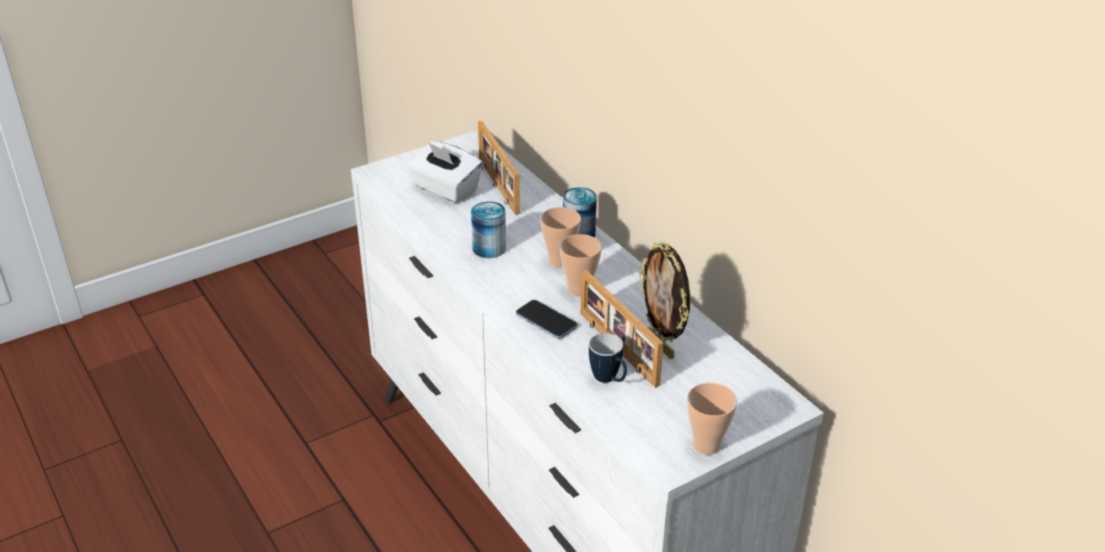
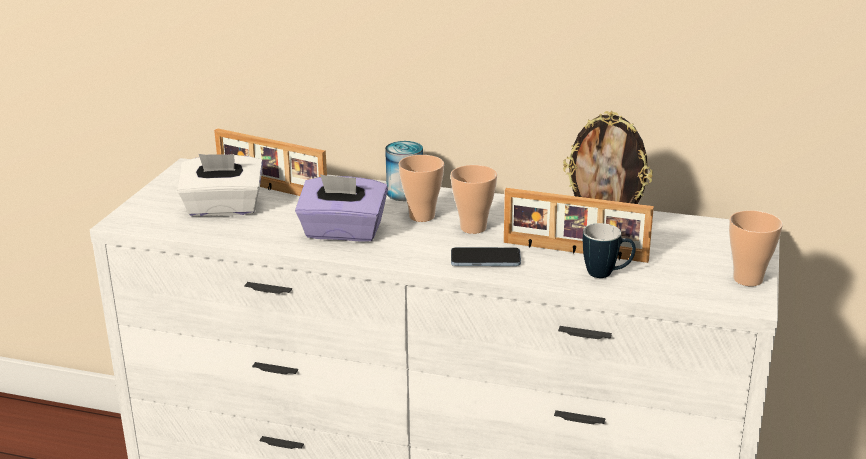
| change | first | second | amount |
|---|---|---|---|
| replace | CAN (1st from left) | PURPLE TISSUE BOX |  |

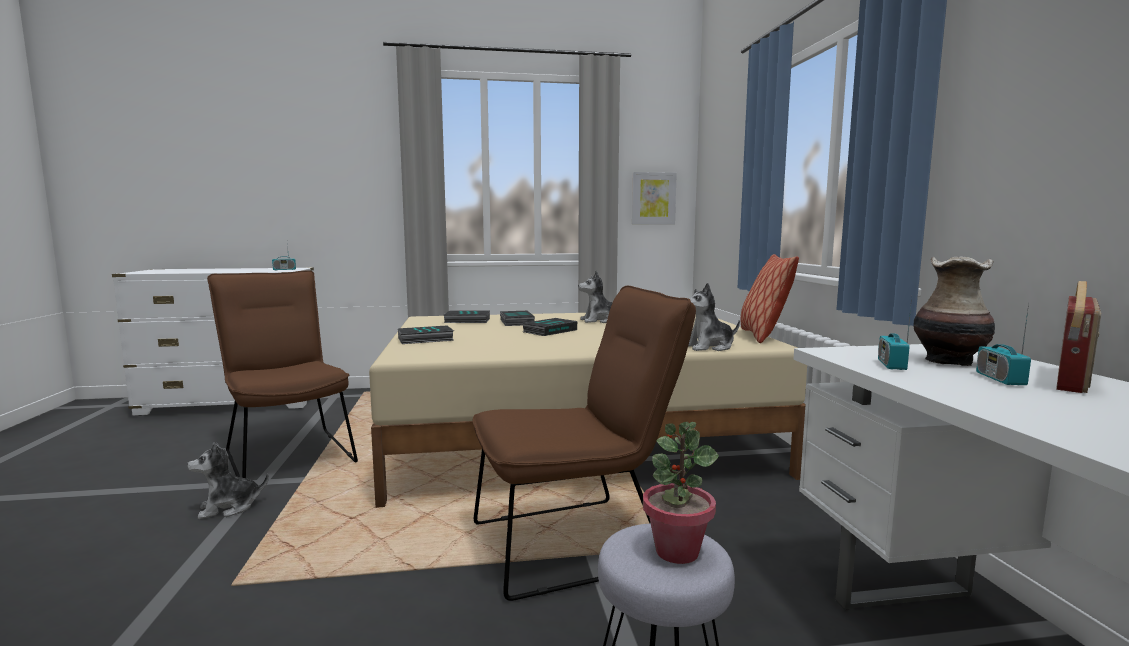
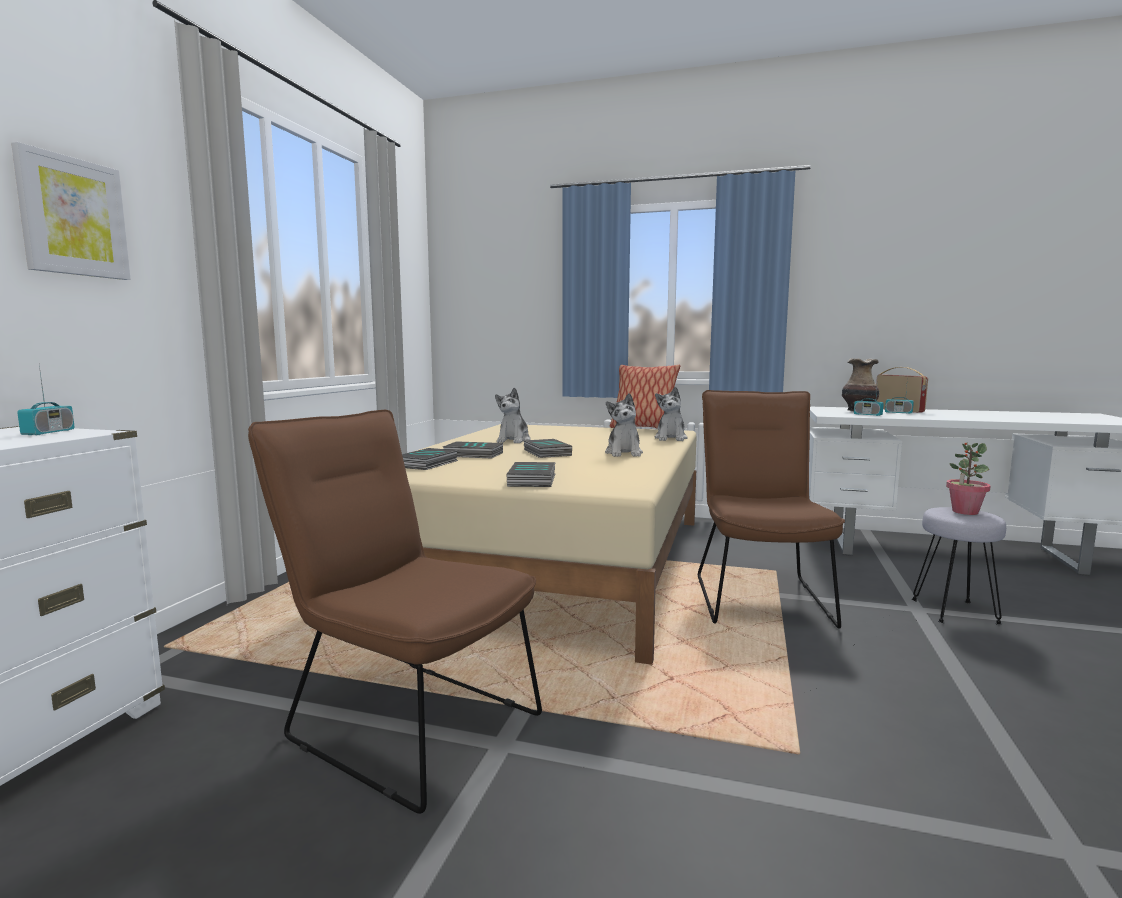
| change | first | second | amount |
|---|---|---|---|
| move | PLUSH TOY (1st from left in the first image) | PLUSH TOY (2nd from left) |  |
| move | PICTURE |  |  |
| rotate | BROWN CHAIR (1st from left) |  | 45 degrees clockwise |

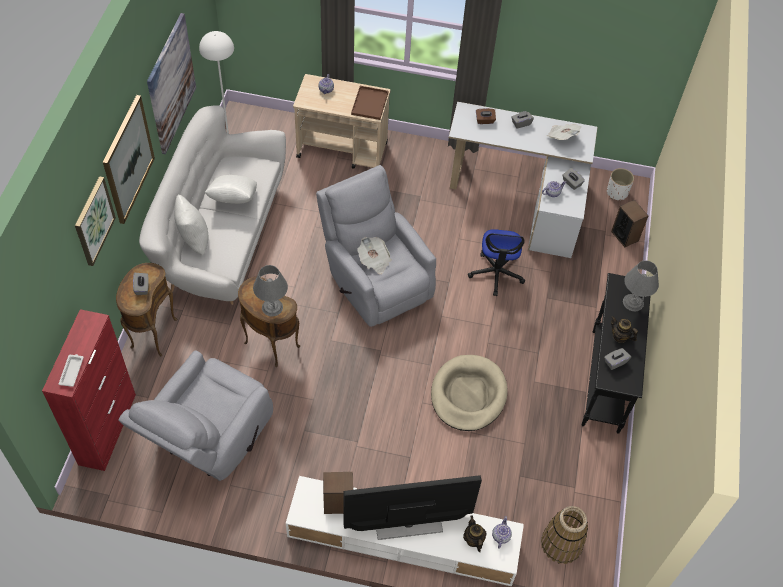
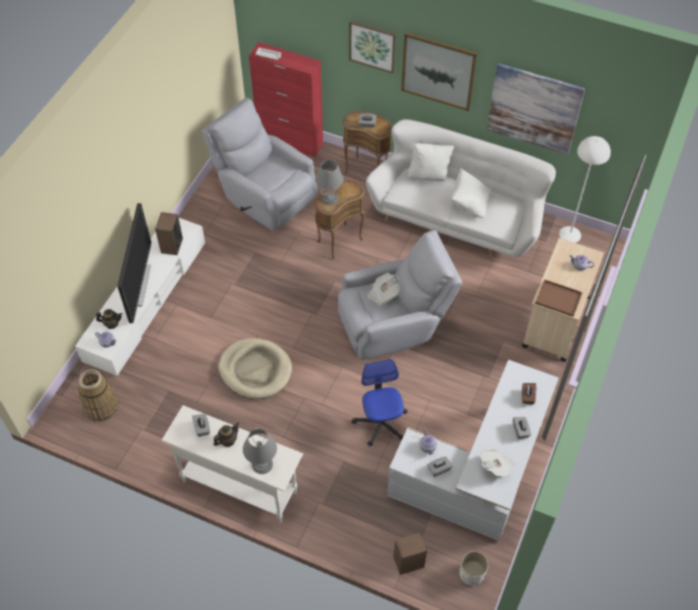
| change | first | second | amount |
|---|---|---|---|
| recolor | BLACK CONSOLE TABLE | WHITE CONSOLE TABLE |  |
| rotate | OFFICE CHAIR |  | 60 degrees clockwise |

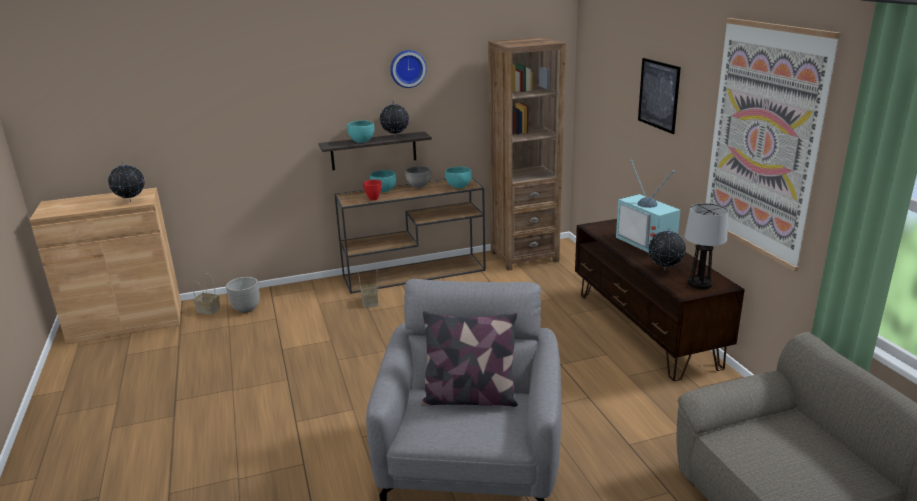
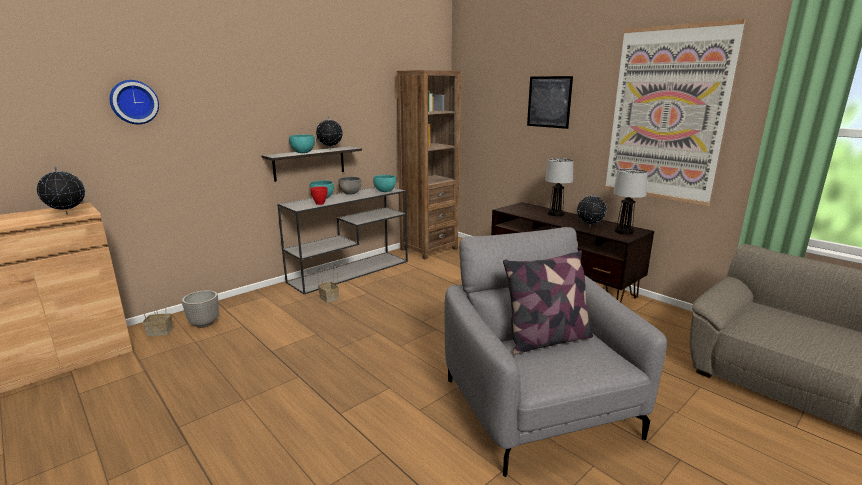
| change | first | second | amount |
|---|---|---|---|
| move | WALL CLOCK |  |  |
| replace | TELEVISION | TABLE LAMP (1st from left) |  |
| recolor | BROWN CONSOLE TABLE | GREY CONSOLE TABLE |  |

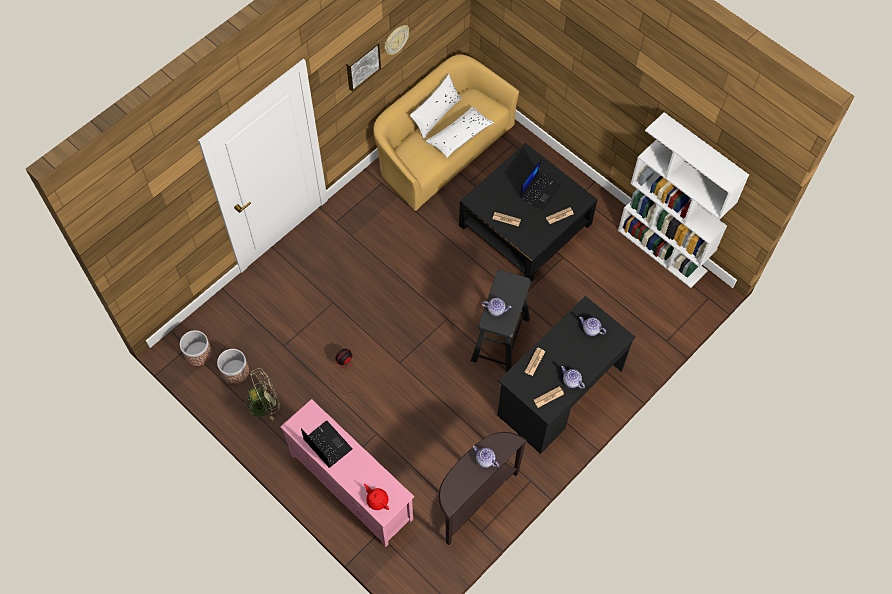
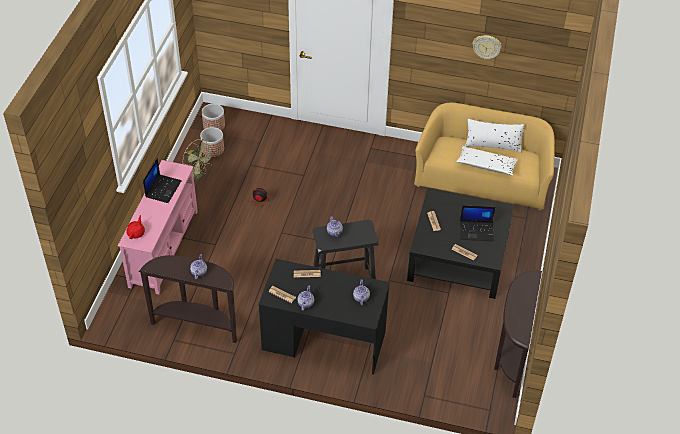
| change | first | second | amount |
|---|---|---|---|
| delete | PICTURE |  |  |
| replace | WHITE BOOKCASE | BROWN CONSOLE TABLE (2nd from left) |  |

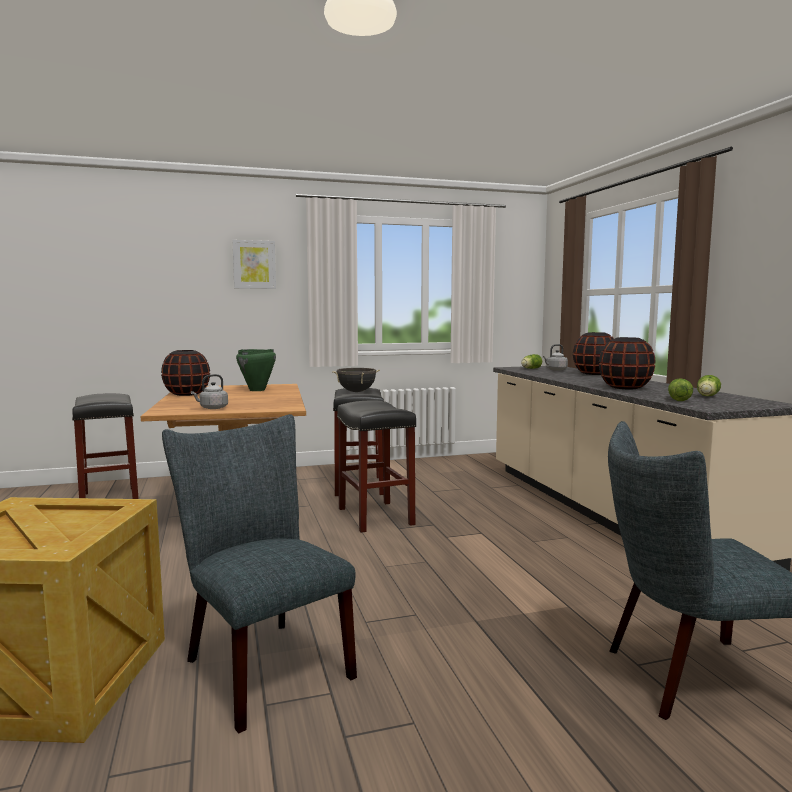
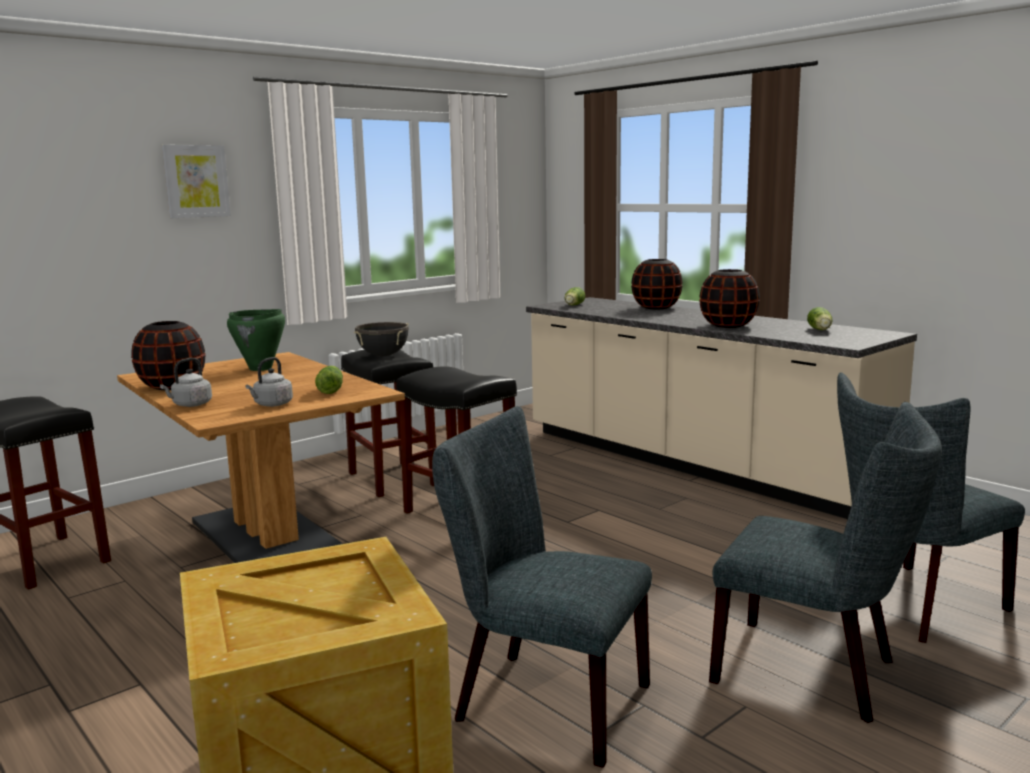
| change | first | second | amount |
|---|---|---|---|
| insert |  | GREY CHAIR (2nd from left) |  |
| move | GREY KETTLE (2nd from left in the first image) | GREY KETTLE (1st from left) |  |
| move | LETTUCE (2nd from left in the first image) | LETTUCE (1st from left) |  |

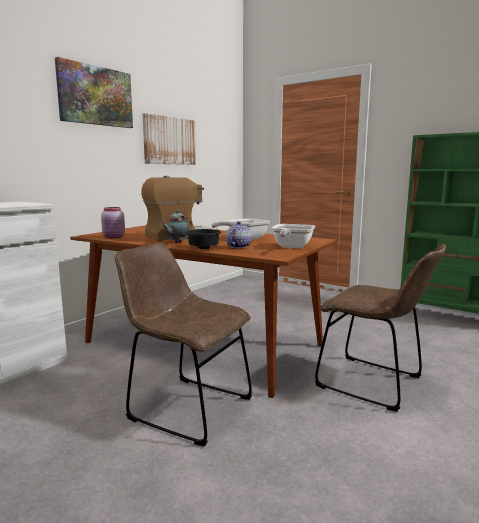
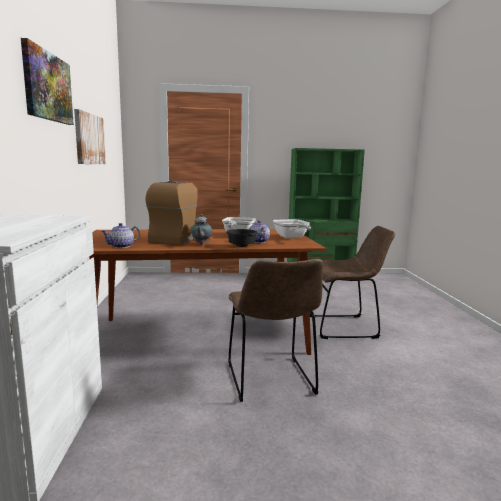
| change | first | second | amount |
|---|---|---|---|
| replace | PINK JAR | TEAPOT (1st from left) |  |
| rotate | BROWN CHAIR (1st from left) |  | 90 degrees counterclockwise |

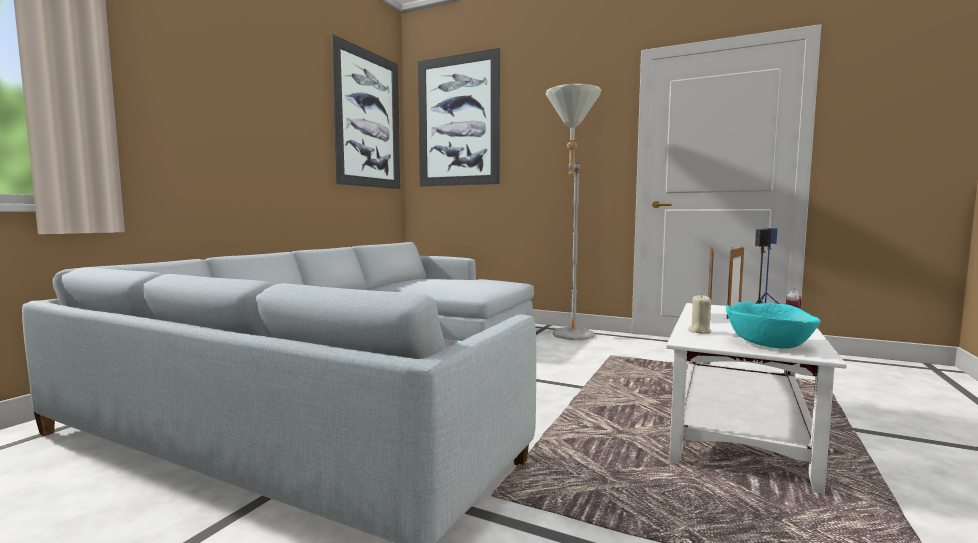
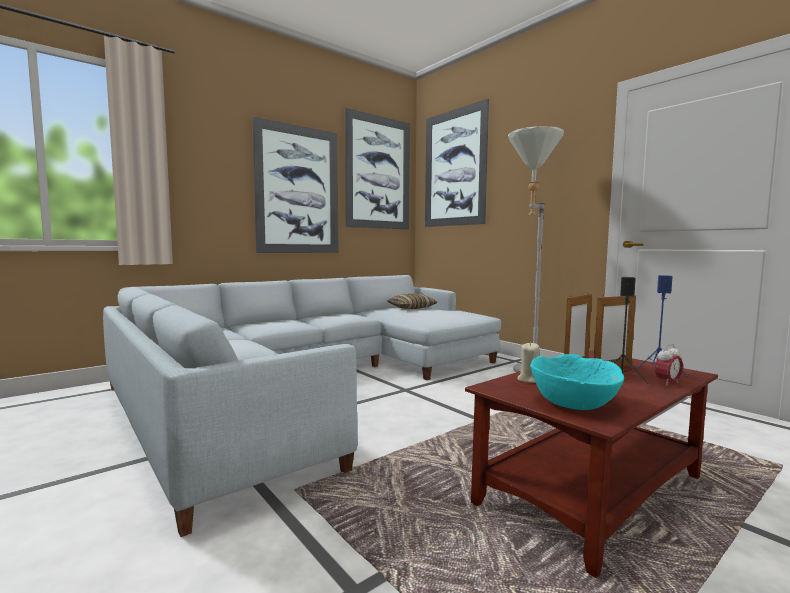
| change | first | second | amount |
|---|---|---|---|
| insert |  | PICTURE (1st from left) |  |
| insert |  | PILLOW |  |
| recolor | WHITE COFFEE TABLE | BROWN COFFEE TABLE |  |

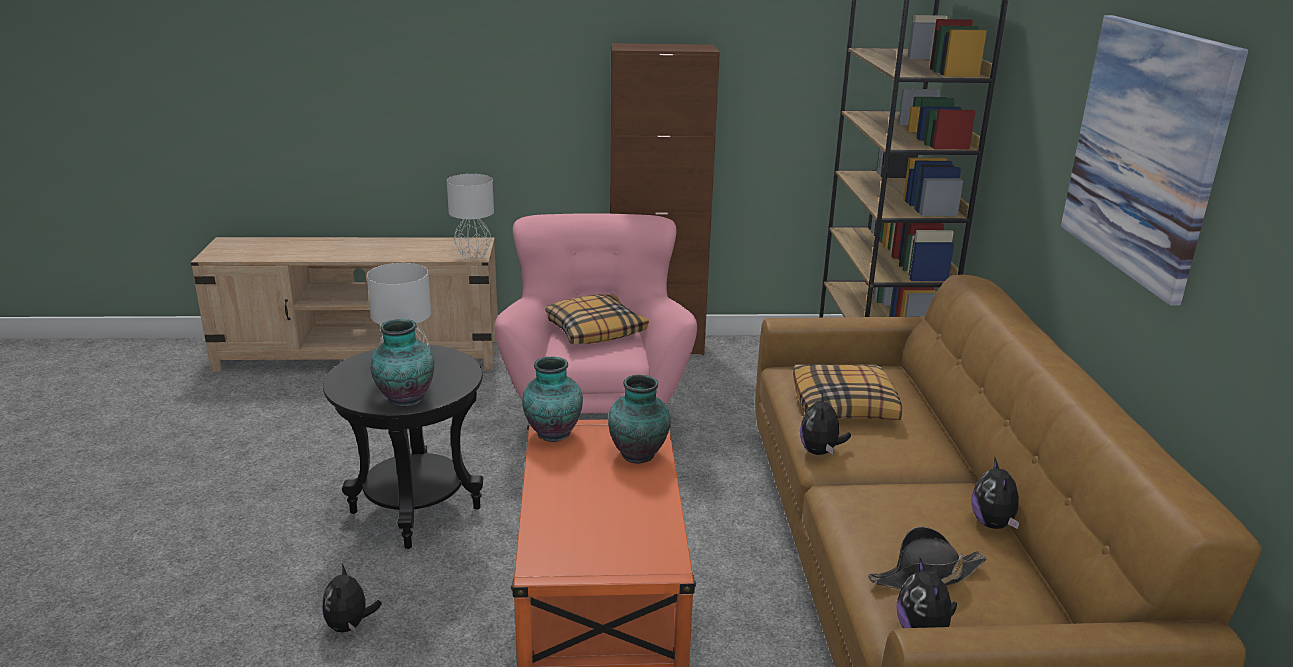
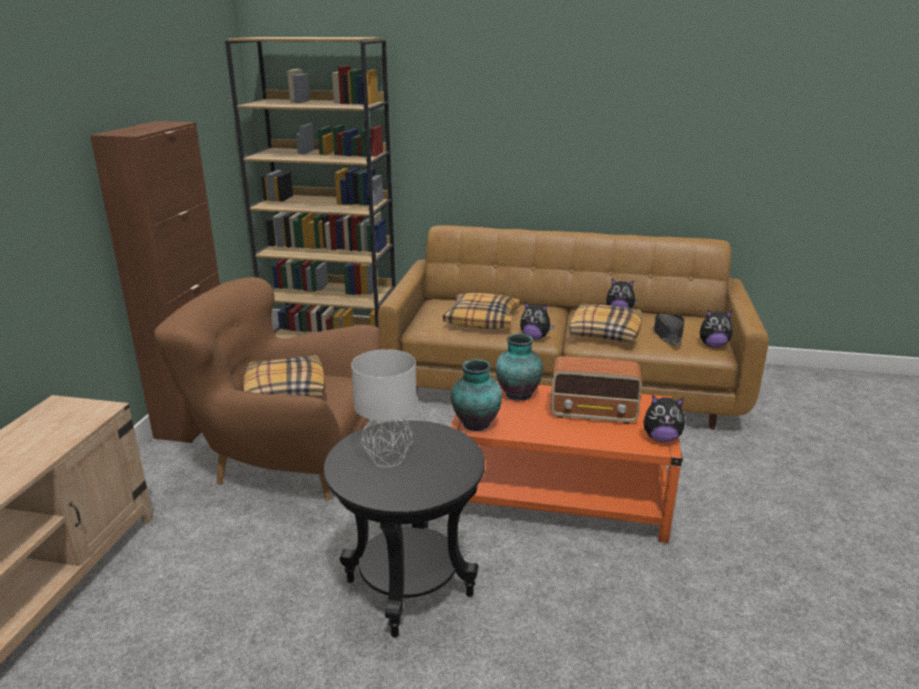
| change | first | second | amount |
|---|---|---|---|
| delete | VASE (1st from left) |  |  |
| delete | GREY TABLE LAMP (2nd from left) |  |  |
| delete | PICTURE |  |  |
| insert |  | RADIO |  |
| insert |  | PILLOW (3rd from left) |  |
| move | PLUSH TOY (1st from left in the first image) | PLUSH TOY (3rd from left) |  |
| recolor | PINK ARMCHAIR | BROWN ARMCHAIR |  |

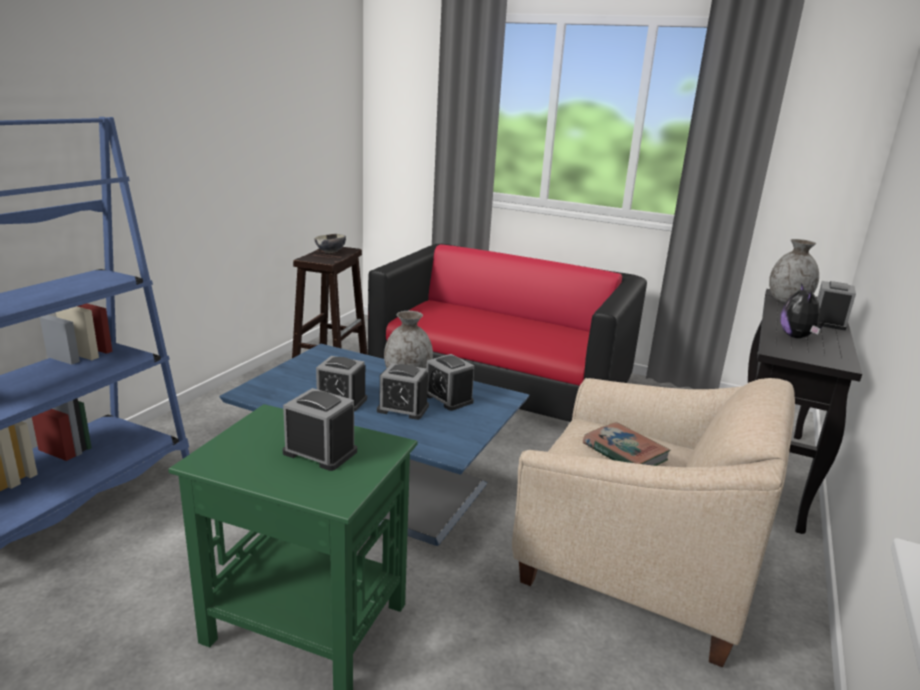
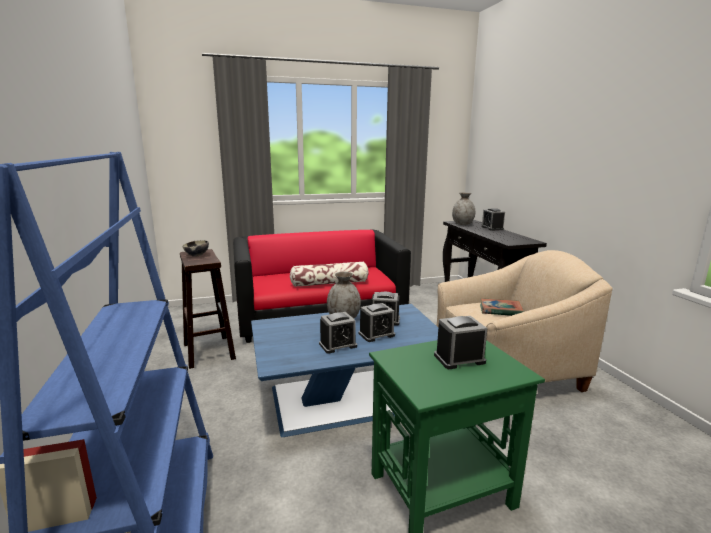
| change | first | second | amount |
|---|---|---|---|
| delete | PLUSH TOY |  |  |
| insert |  | PILLOW |  |

